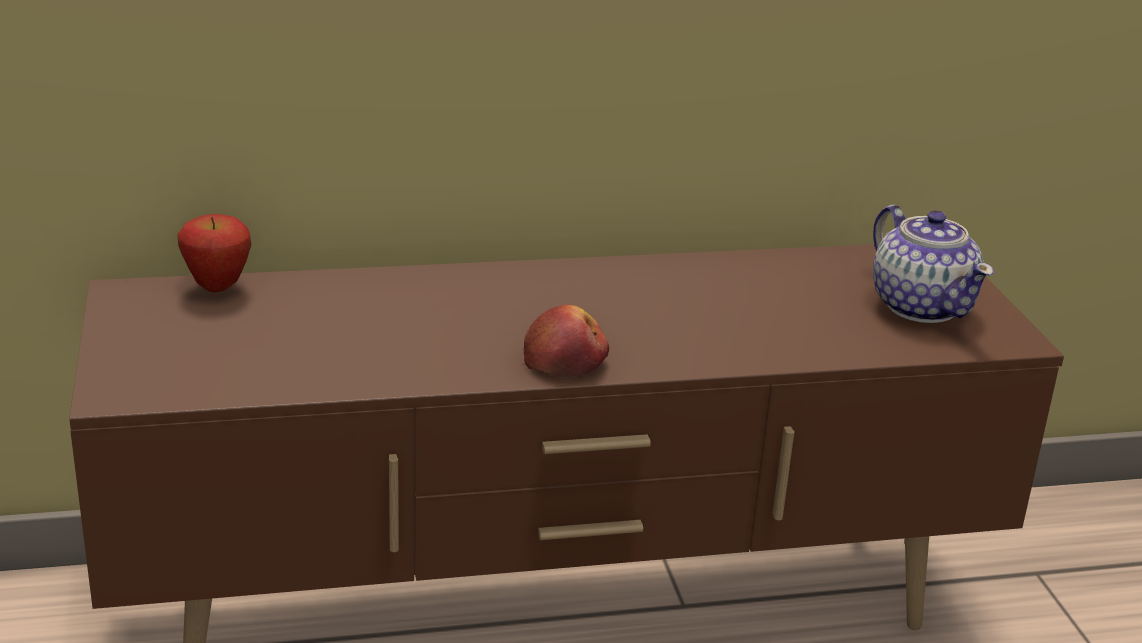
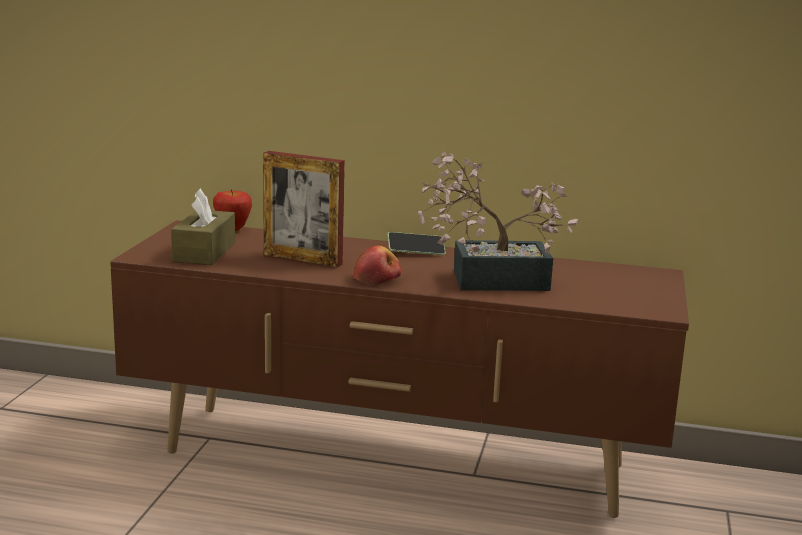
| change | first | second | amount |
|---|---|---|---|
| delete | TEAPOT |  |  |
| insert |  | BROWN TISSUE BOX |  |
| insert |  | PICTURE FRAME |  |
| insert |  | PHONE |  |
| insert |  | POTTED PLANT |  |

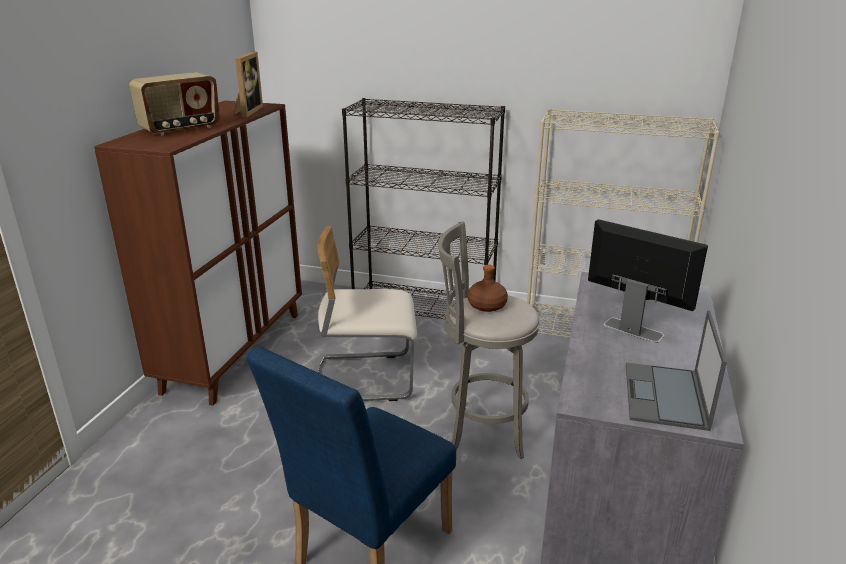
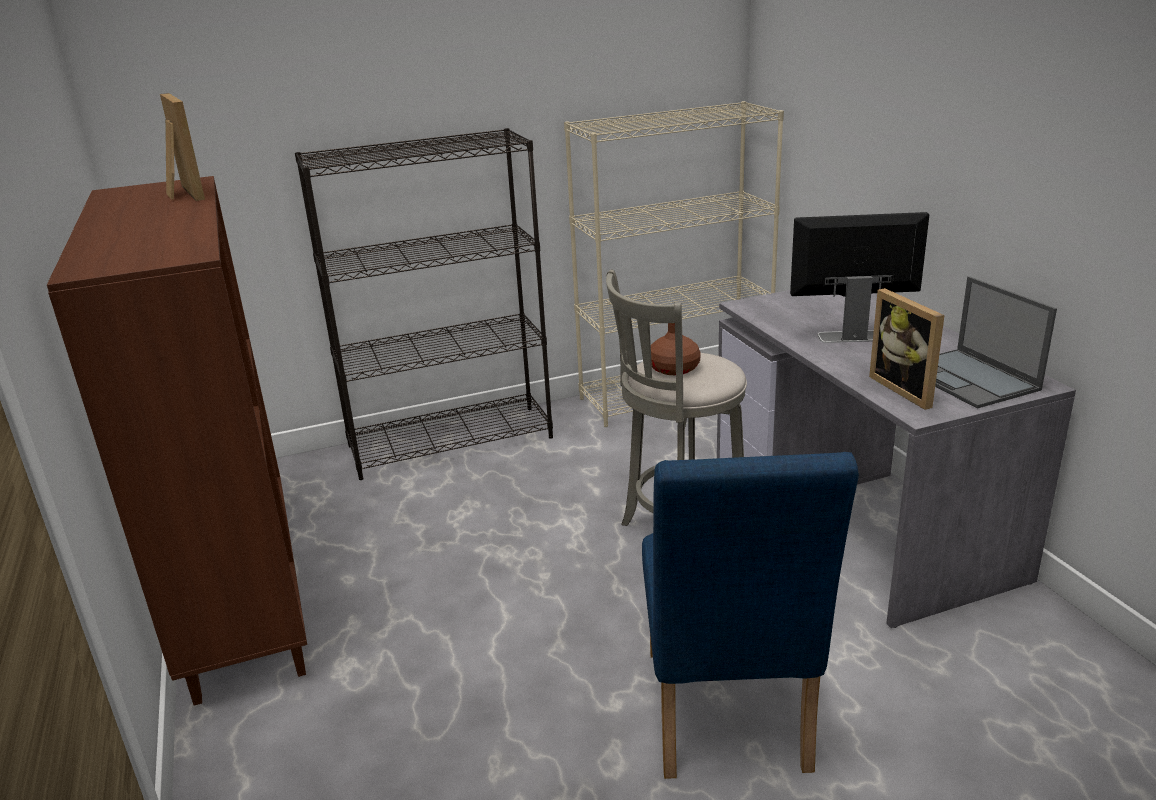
| change | first | second | amount |
|---|---|---|---|
| delete | RADIO |  |  |
| delete | BEIGE CHAIR |  |  |
| insert |  | PICTURE FRAME (2nd from left) |  |

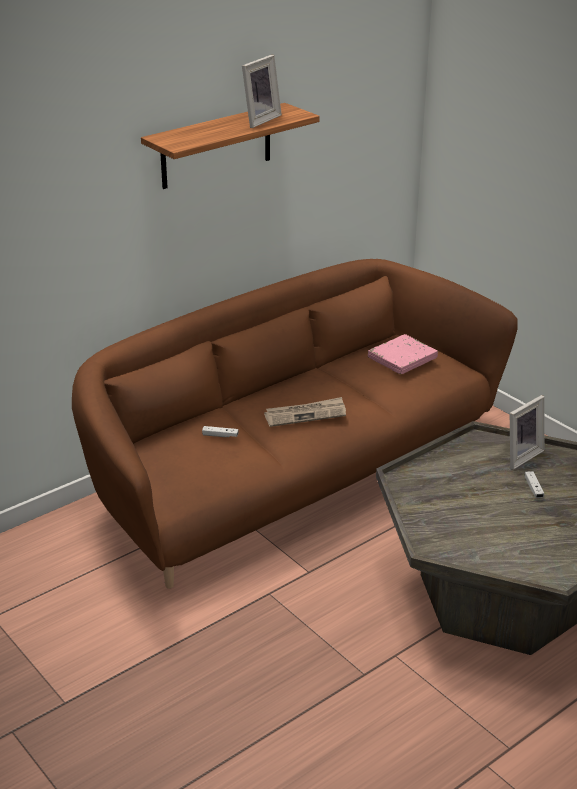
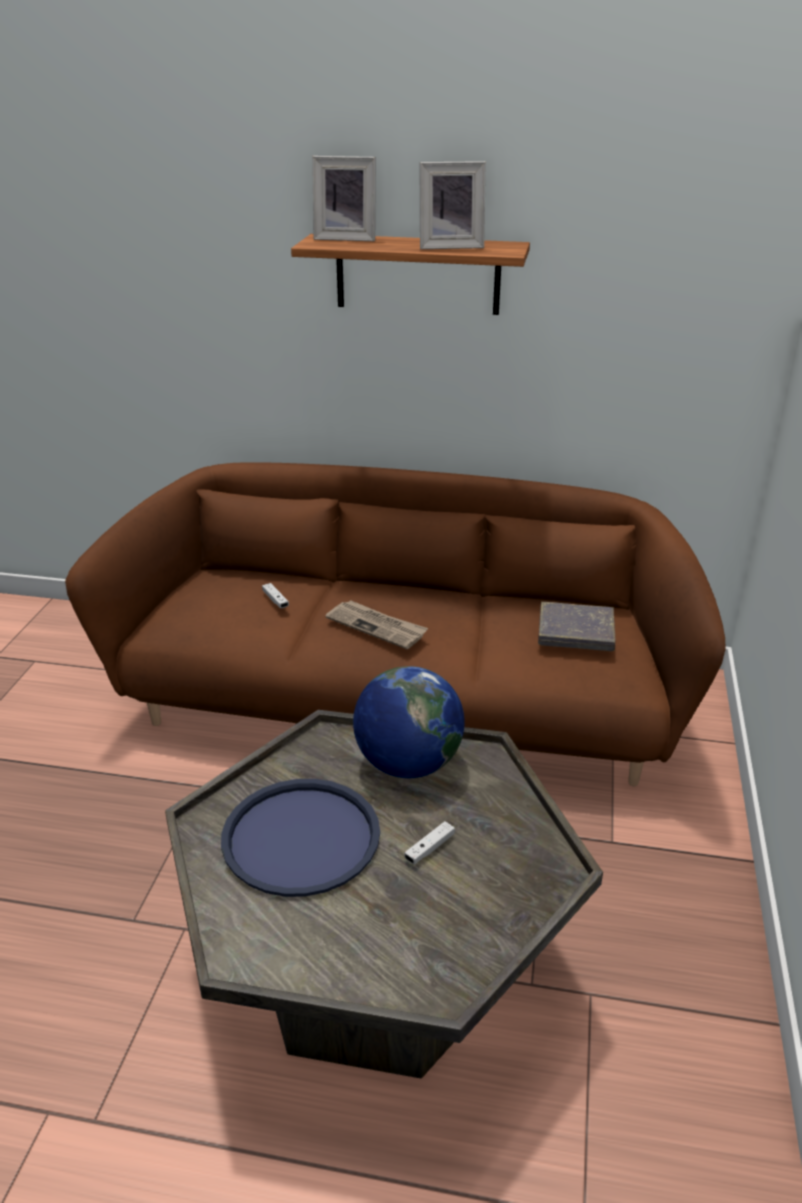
| change | first | second | amount |
|---|---|---|---|
| insert |  | BLUE TRAY |  |
| insert |  | GLOBE |  |
| move | PICTURE FRAME (2nd from left in the first image) | PICTURE FRAME (1st from left) |  |
| recolor | PINK BOOK | GREY BOOK |  |

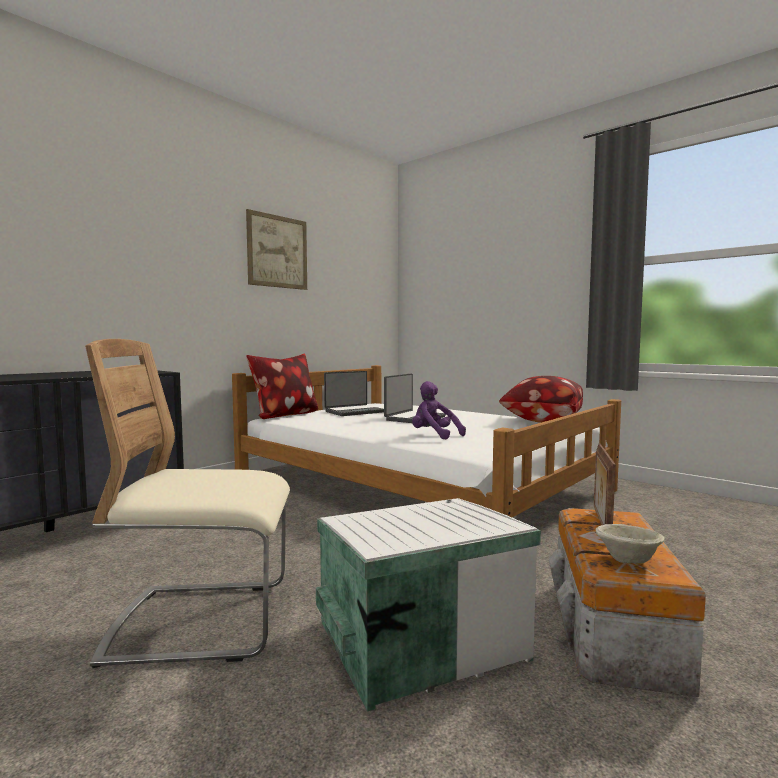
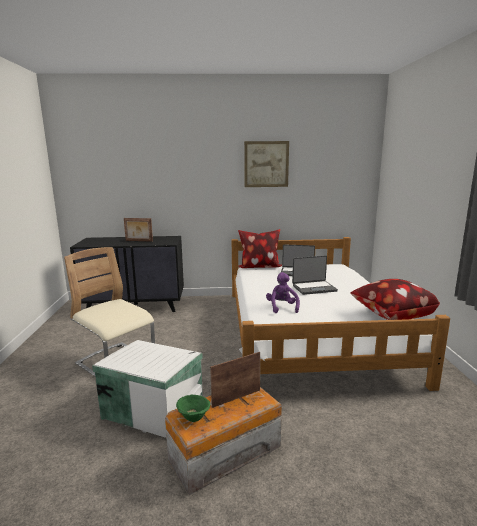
| change | first | second | amount |
|---|---|---|---|
| insert |  | PICTURE FRAME (1st from left) |  |
| recolor | BEIGE BOWL | GREEN BOWL |  |

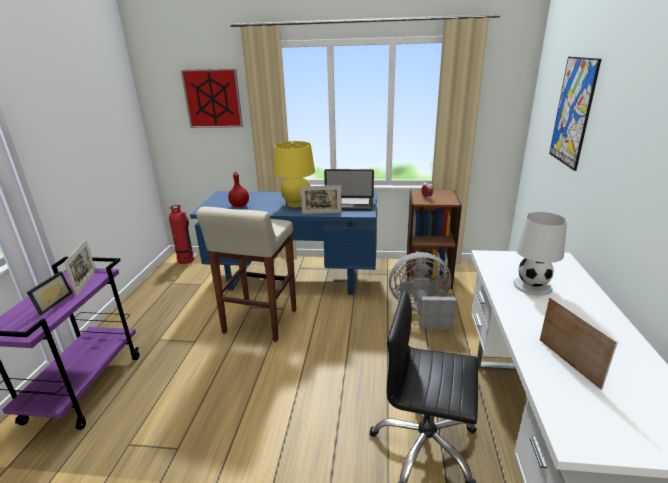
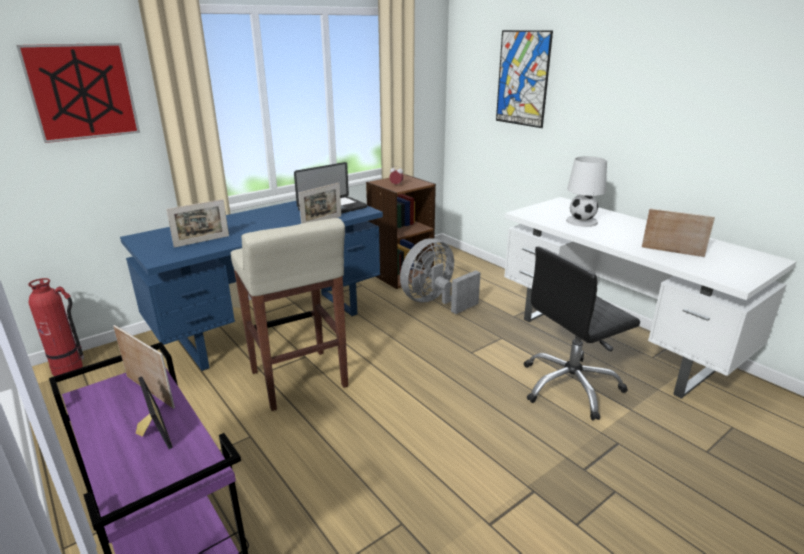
| change | first | second | amount |
|---|---|---|---|
| delete | YELLOW TABLE LAMP |  |  |
| replace | RED BOTTLE | PICTURE FRAME (3rd from left) |  |

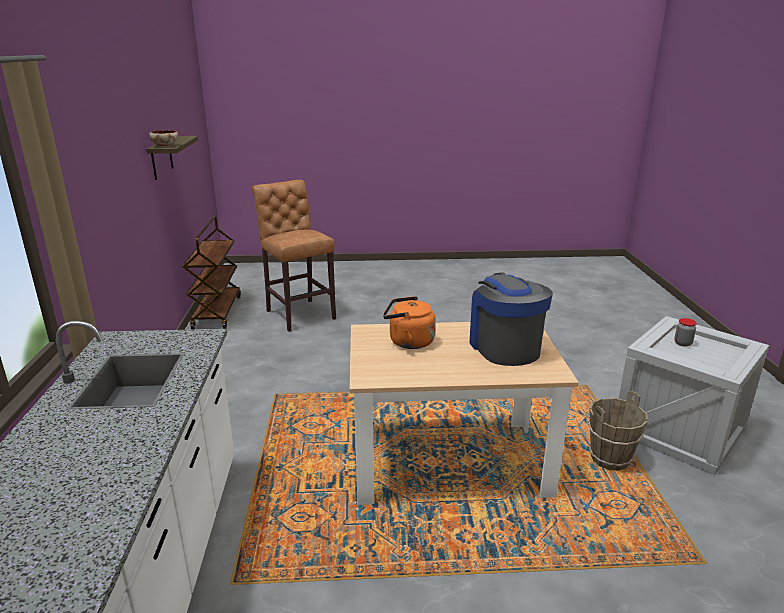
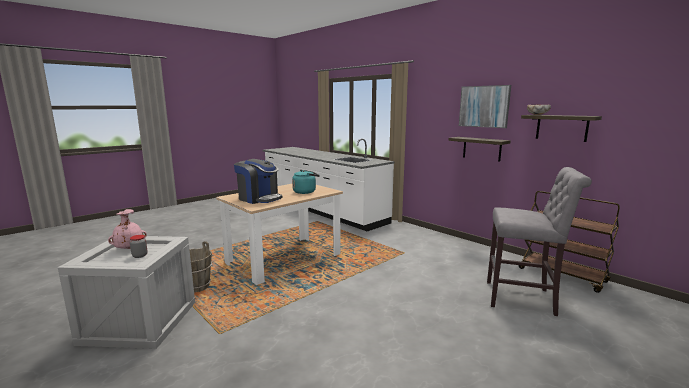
| change | first | second | amount |
|---|---|---|---|
| insert |  | PINK VASE |  |
| insert |  | SHELF (1st from left) |  |
| insert |  | PICTURE |  |
| recolor | BROWN STOOL | GREY STOOL |  |
| recolor | ORANGE KETTLE | TURQUOISE KETTLE |  |

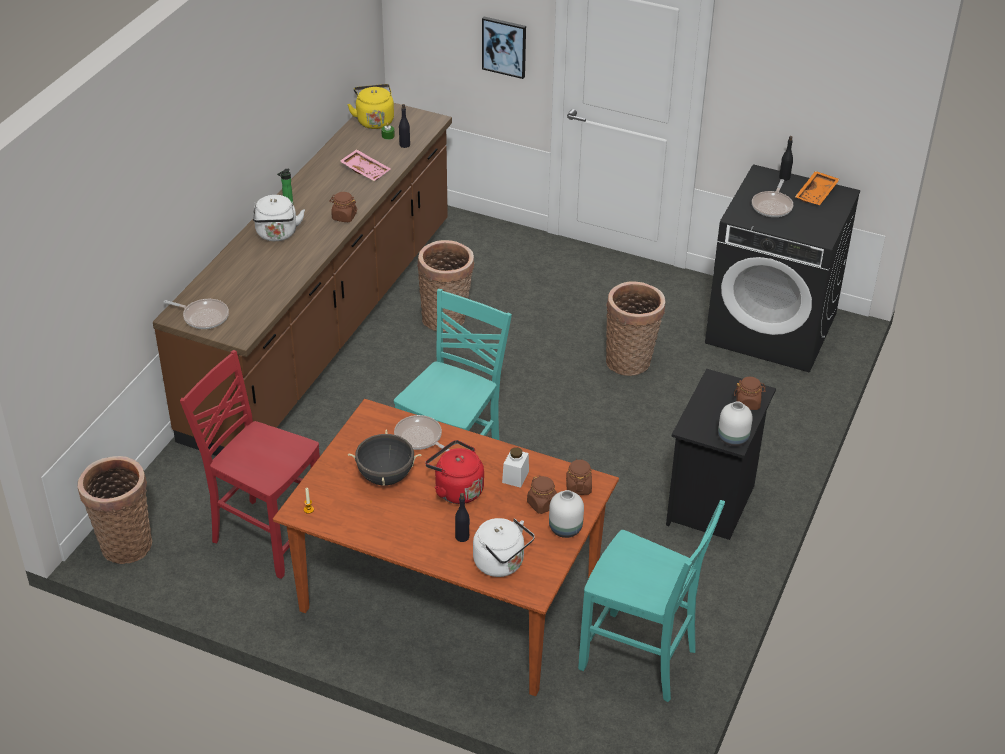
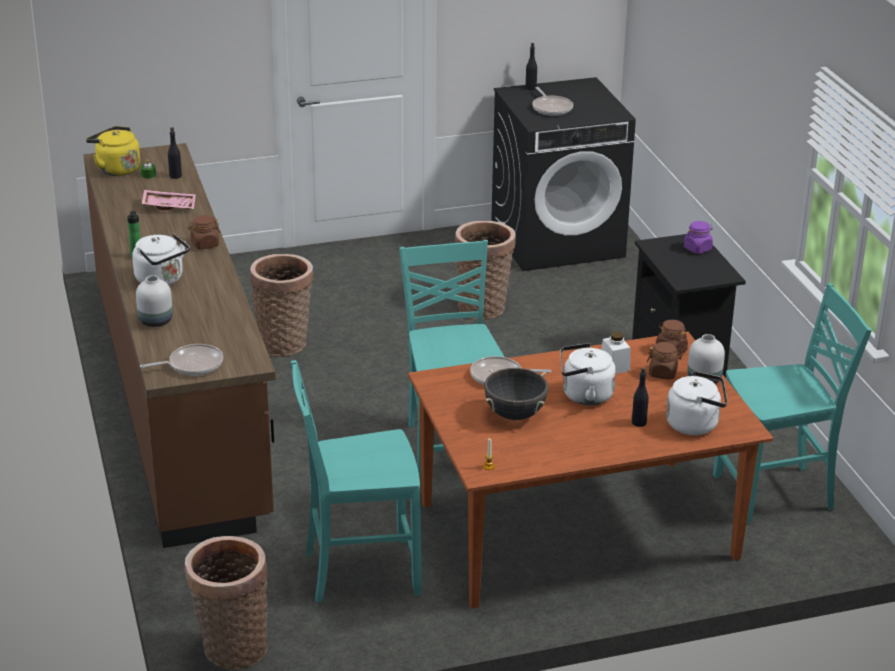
| change | first | second | amount |
|---|---|---|---|
| delete | PICTURE |  |  |
| delete | ORANGE TRAY |  |  |
| move | WHITE VASE (2nd from left in the first image) | WHITE VASE (1st from left) |  |
| recolor | RED CHAIR | TURQUOISE CHAIR (1st from left) |  |
| recolor | RED KETTLE | WHITE KETTLE (2nd from left) |  |
| recolor | BROWN JAR (4th from left) | PURPLE JAR |  |

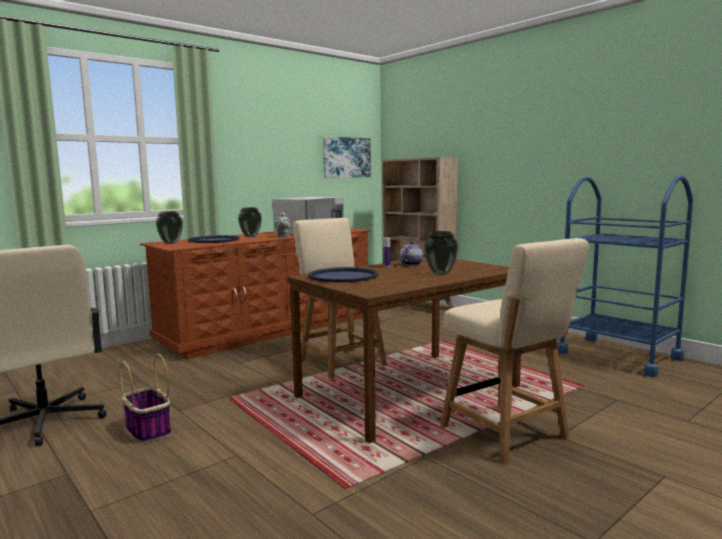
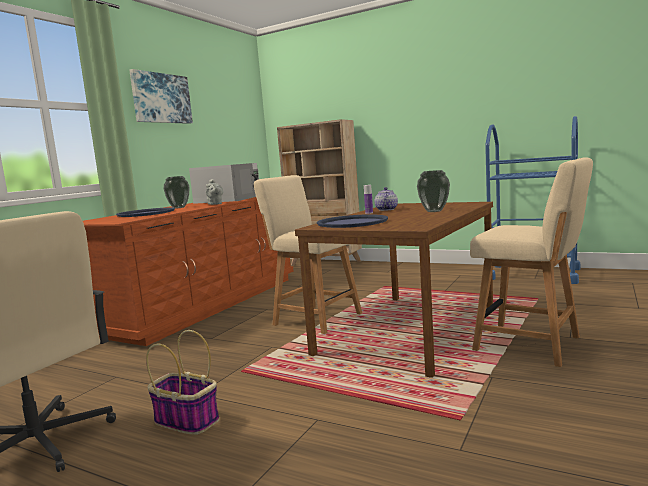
| change | first | second | amount |
|---|---|---|---|
| delete | VASE (1st from left) |  |  |
| move | PICTURE |  |  |

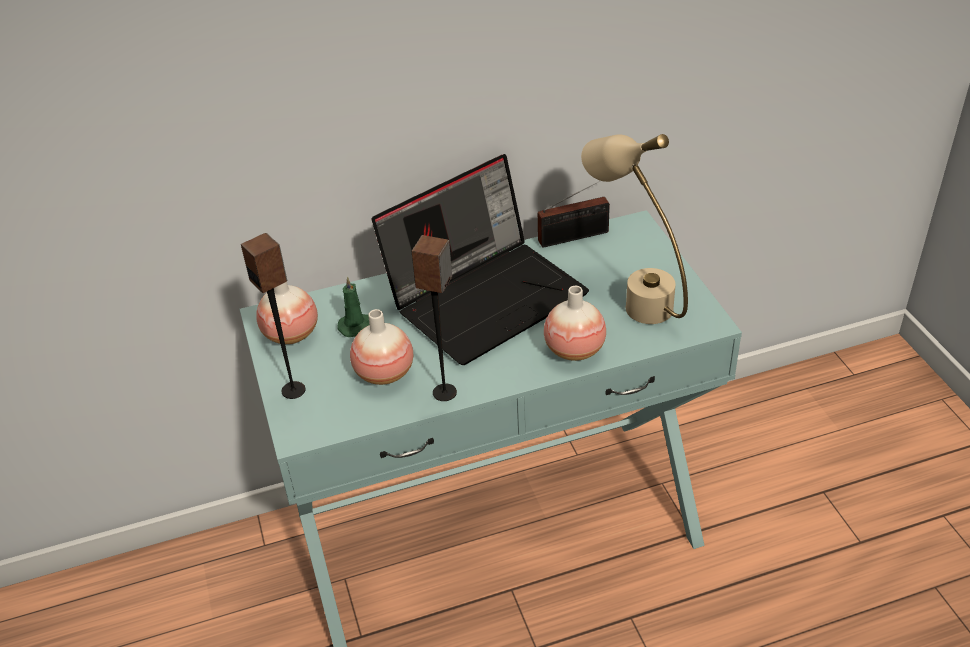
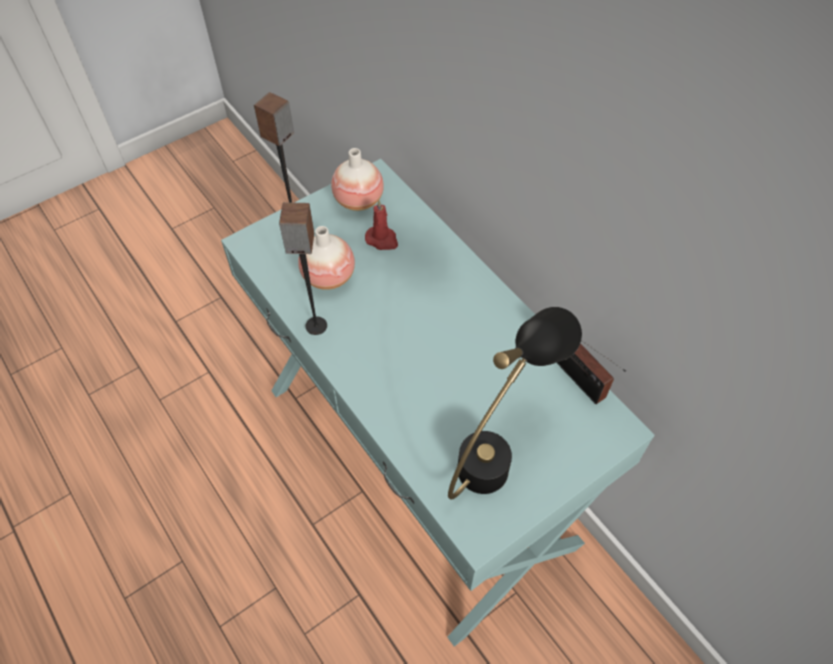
| change | first | second | amount |
|---|---|---|---|
| delete | LAPTOP |  |  |
| delete | VASE (3rd from left) |  |  |
| recolor | GREEN CANDLE | RED CANDLE |  |
| recolor | BEIGE TABLE LAMP | BLACK TABLE LAMP |  |

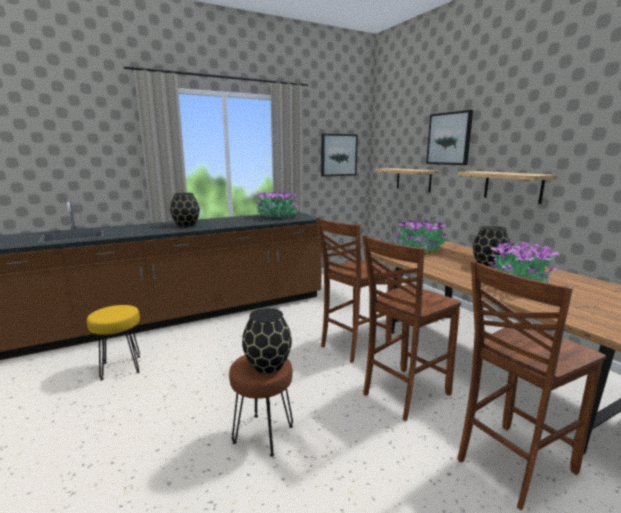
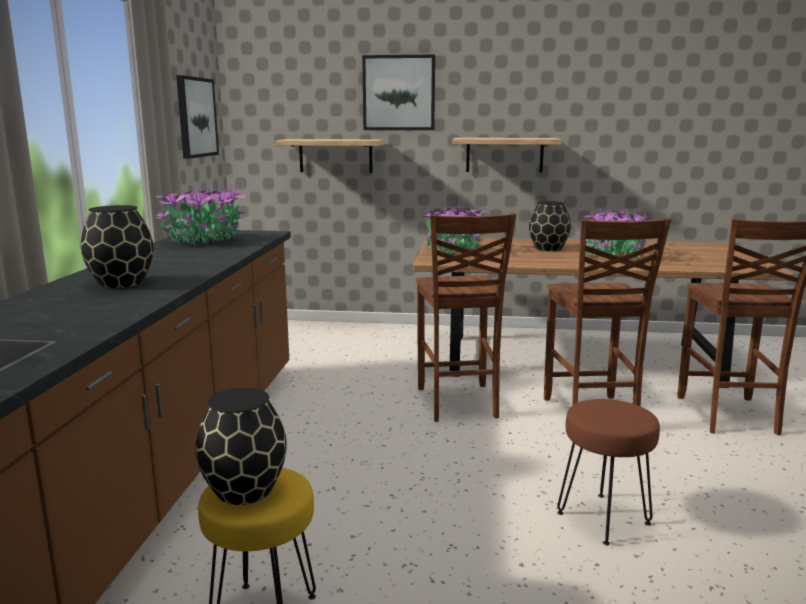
| change | first | second | amount |
|---|---|---|---|
| move | BLACK VASE (2nd from left) |  |  |

